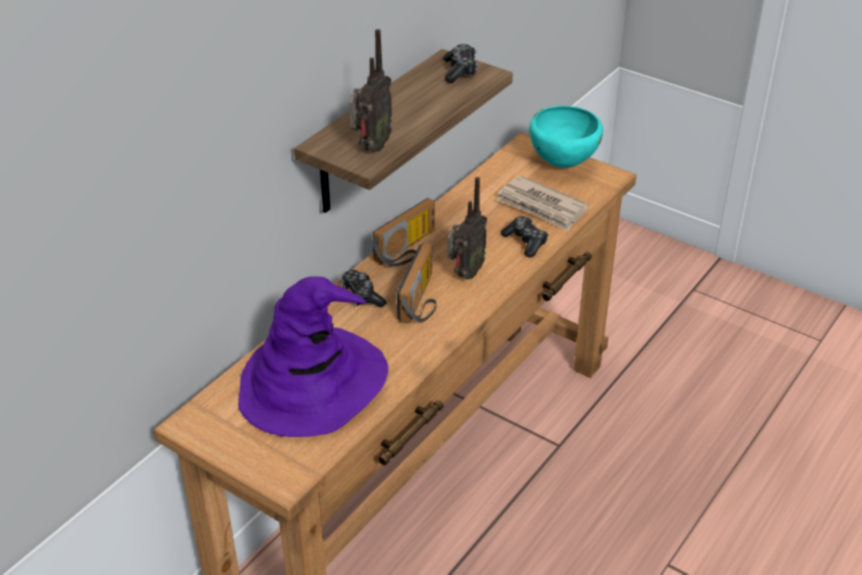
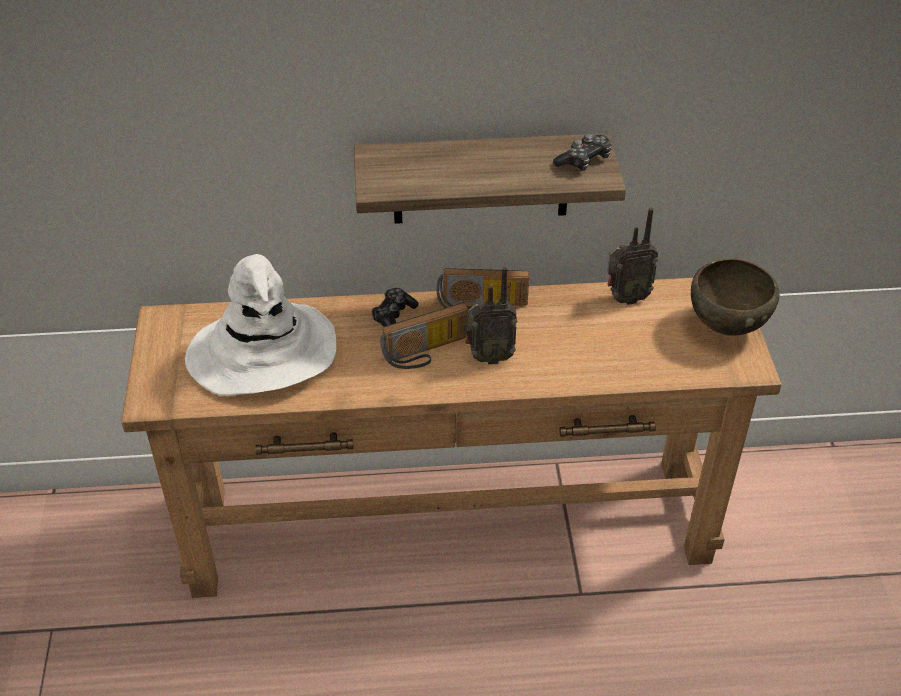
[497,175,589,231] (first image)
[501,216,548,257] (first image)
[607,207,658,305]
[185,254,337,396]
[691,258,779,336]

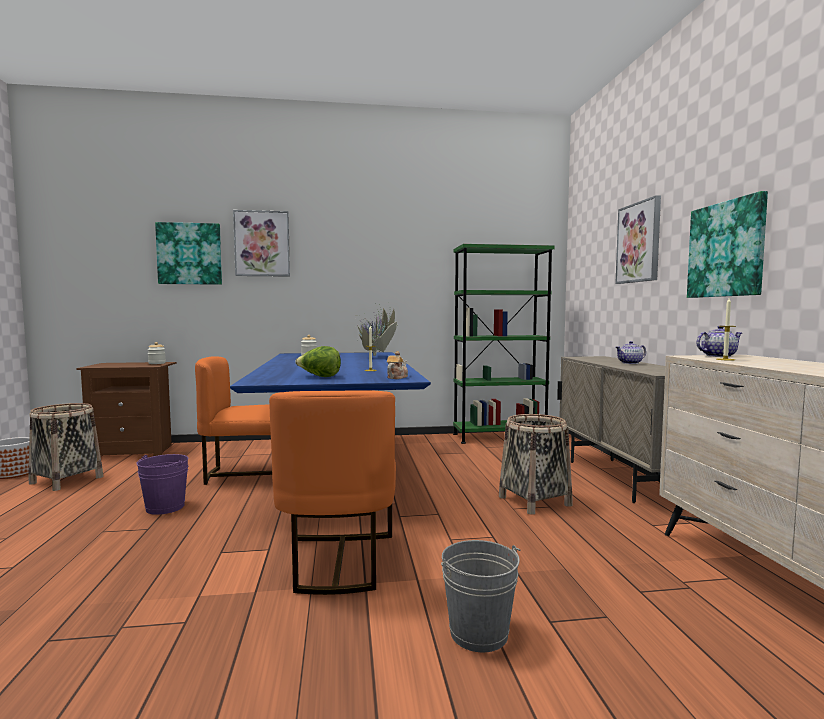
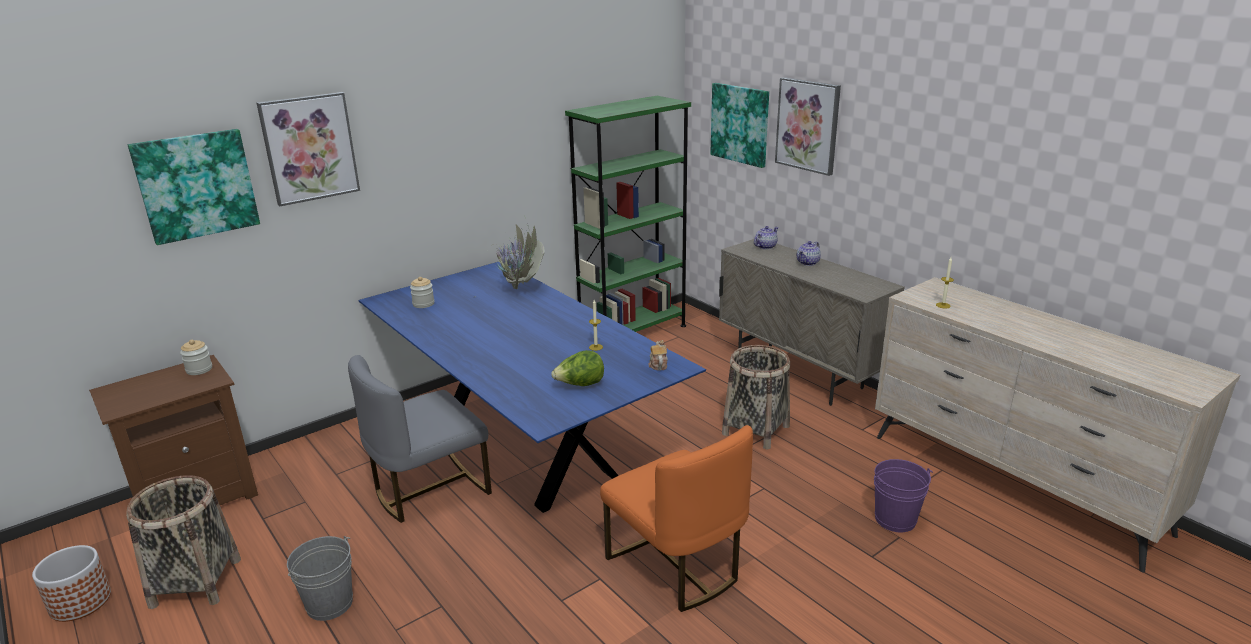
[874,459,933,533]
[287,536,353,621]
[710,83,769,168]
[754,226,779,249]
[348,355,492,523]

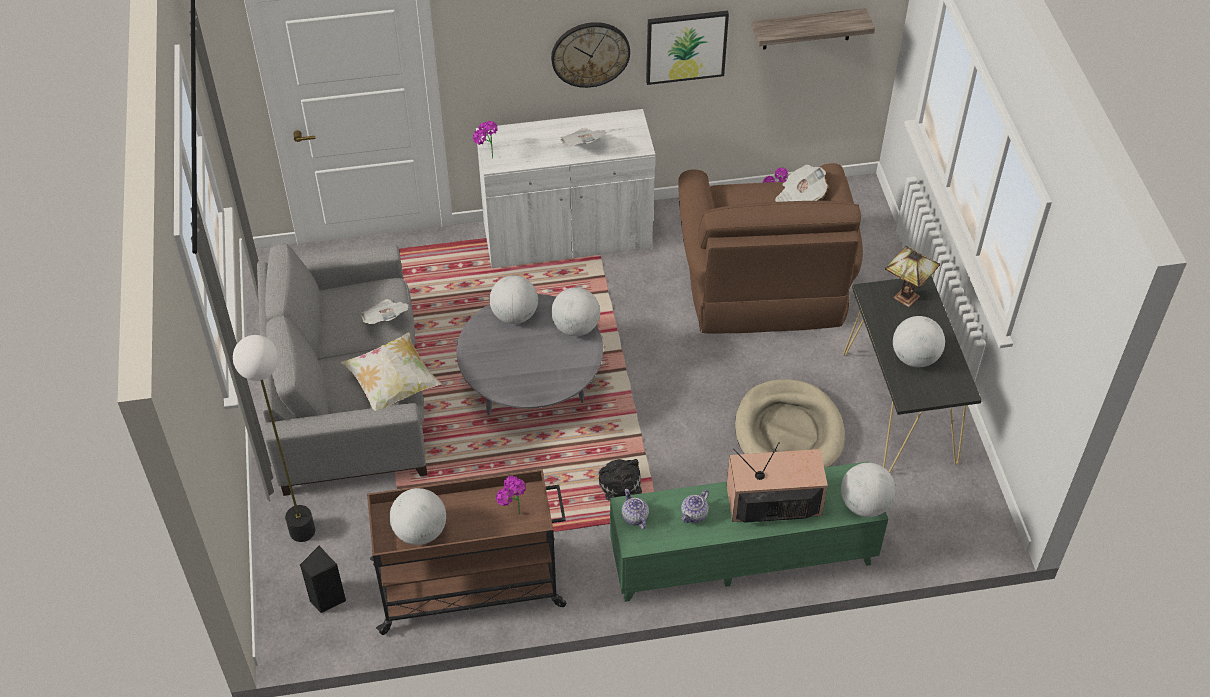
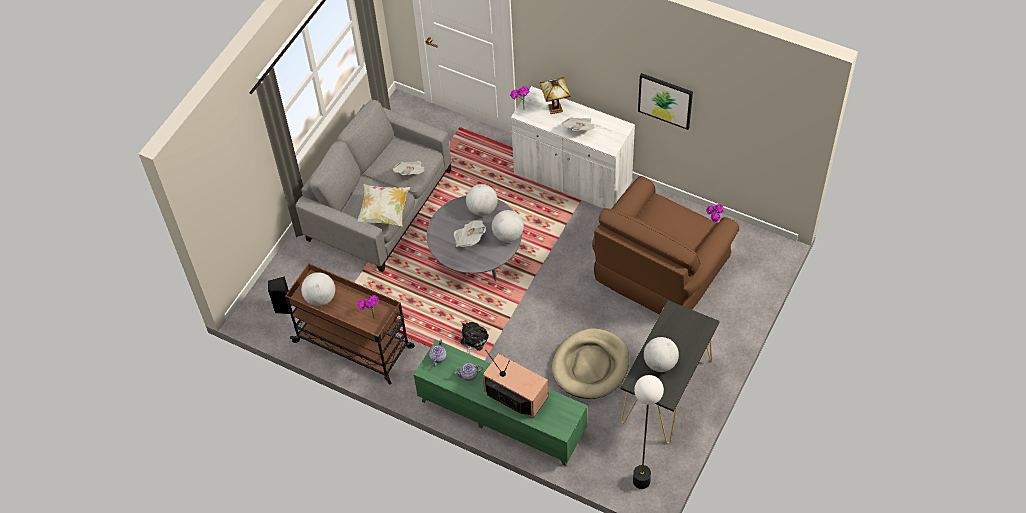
[551,22,630,88] (first image)
[752,8,875,50] (first image)
[841,463,896,517] (first image)
[633,375,664,489]
[454,220,486,247]
[540,77,571,114]

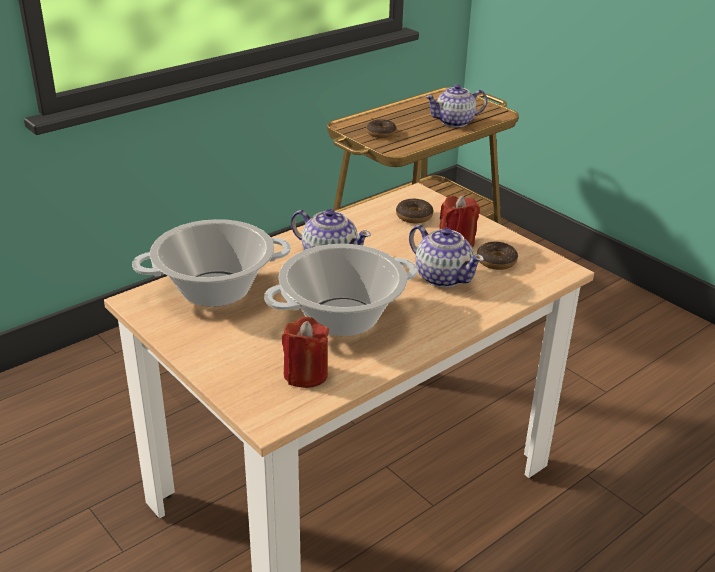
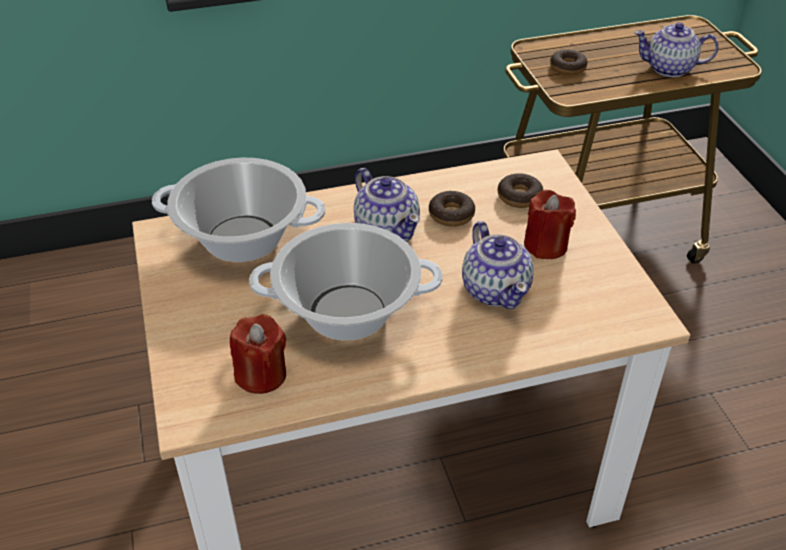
[429,191,475,227]

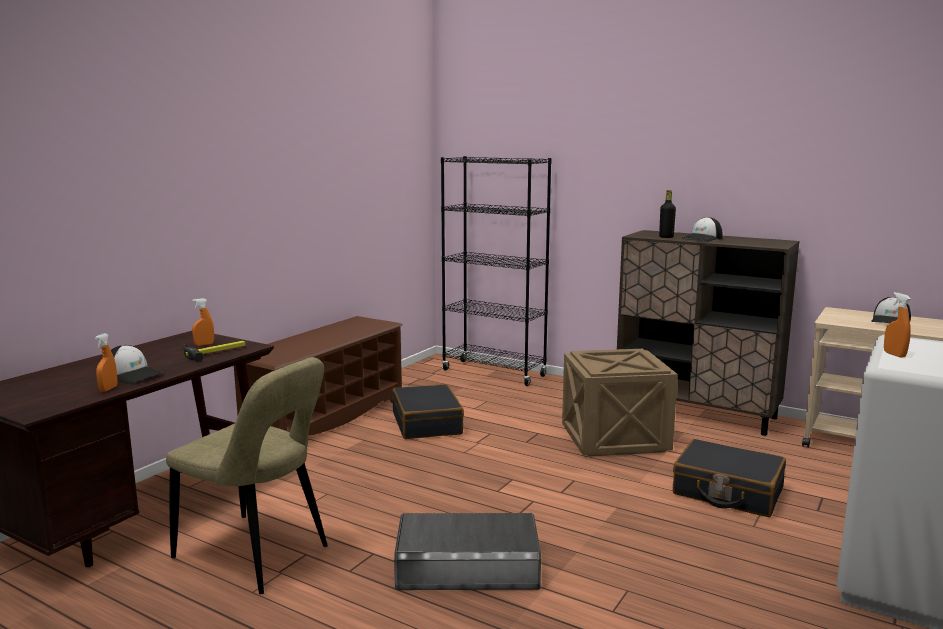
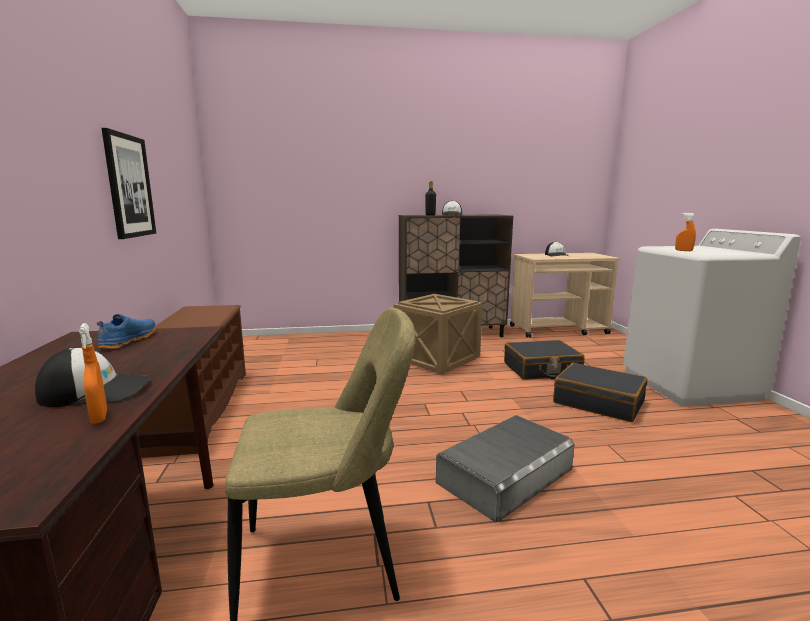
[183,341,246,362] (first image)
[441,156,552,386] (first image)
[101,128,156,239]
[553,363,648,422]
[97,314,156,349]

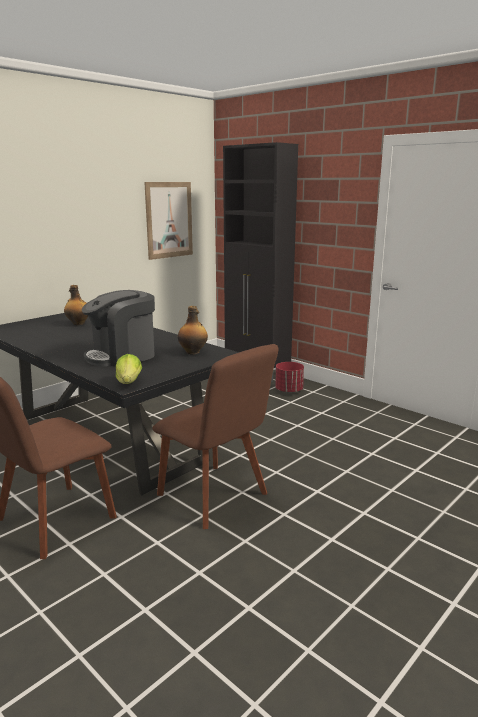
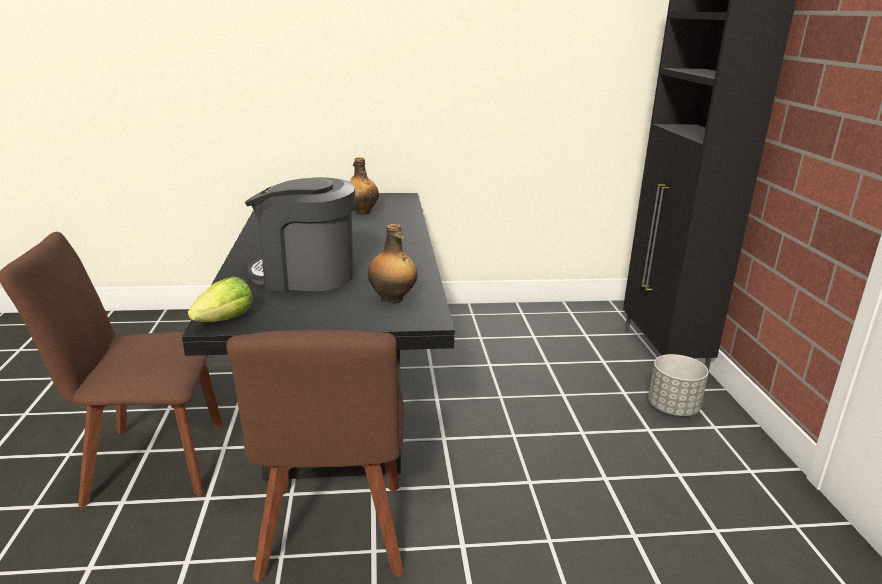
[144,182,193,260] (first image)
[648,354,709,416]

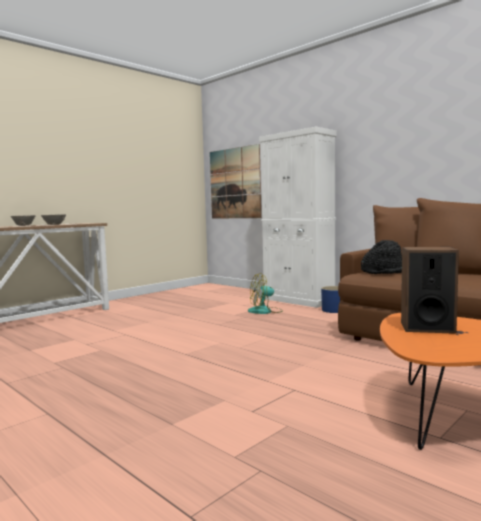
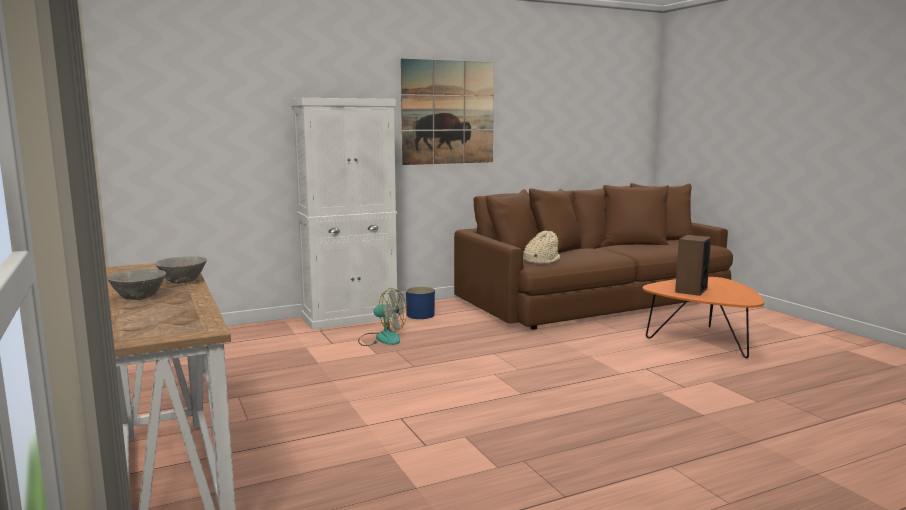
[401,59,494,165]
[523,231,560,264]
[358,288,407,346]

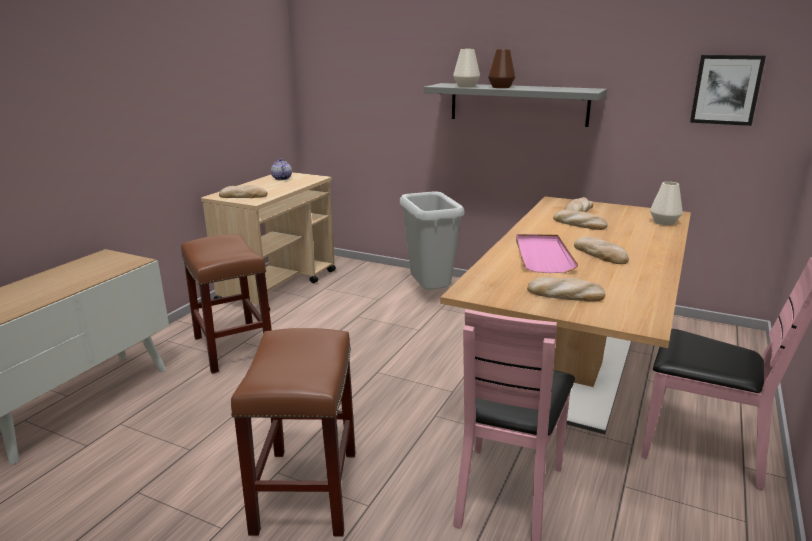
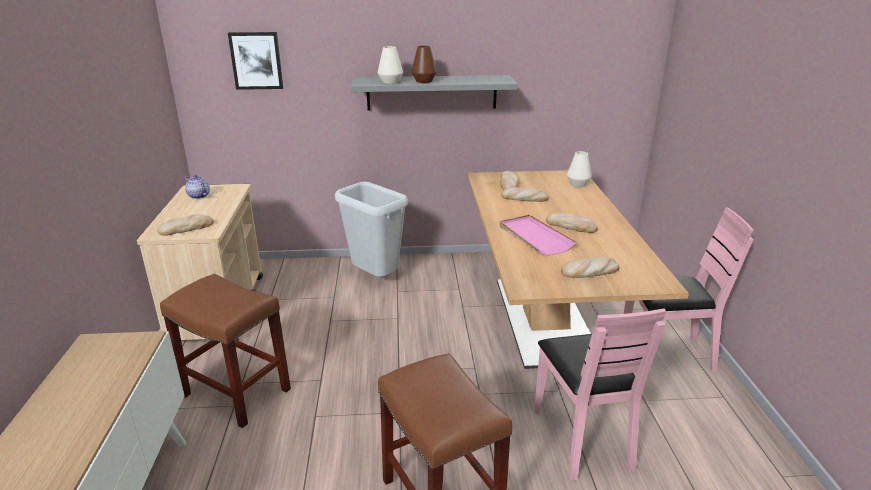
[228,32,283,90]

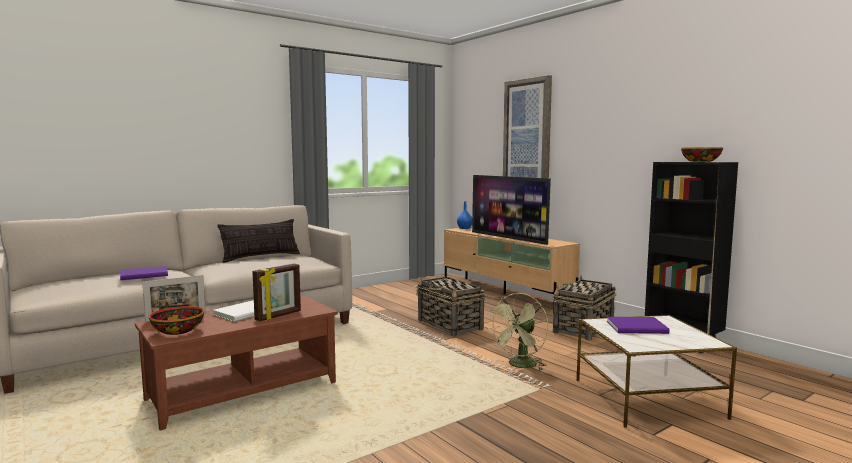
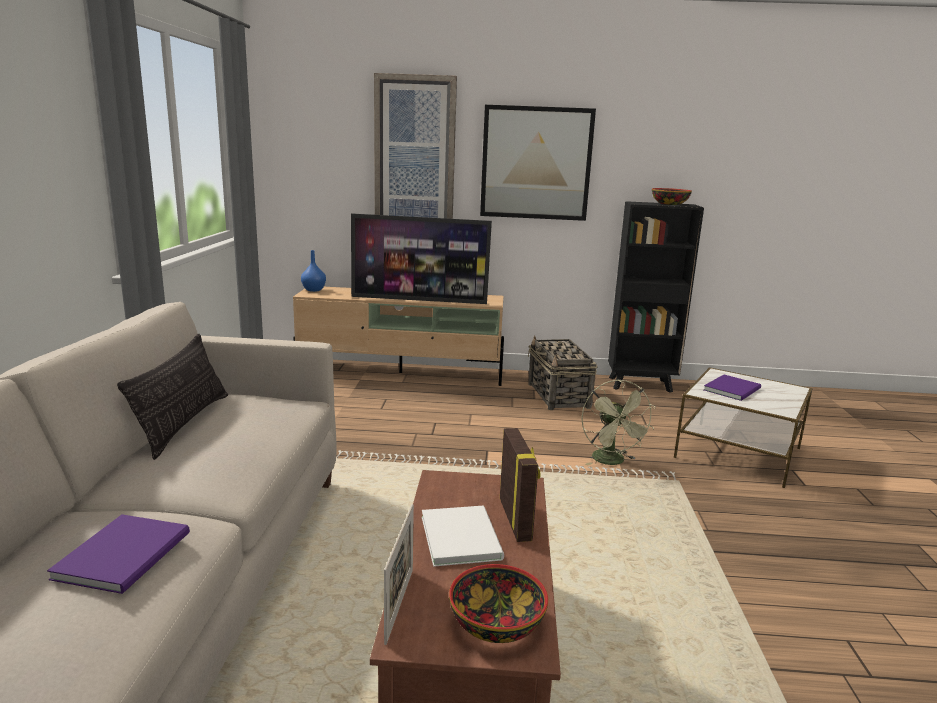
[416,277,485,336] (first image)
[480,105,596,221]

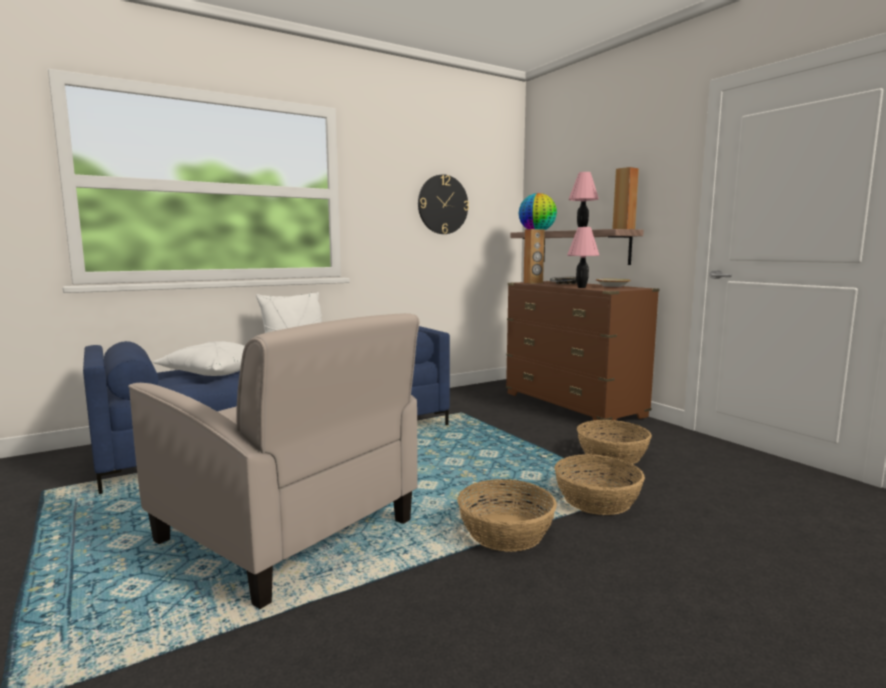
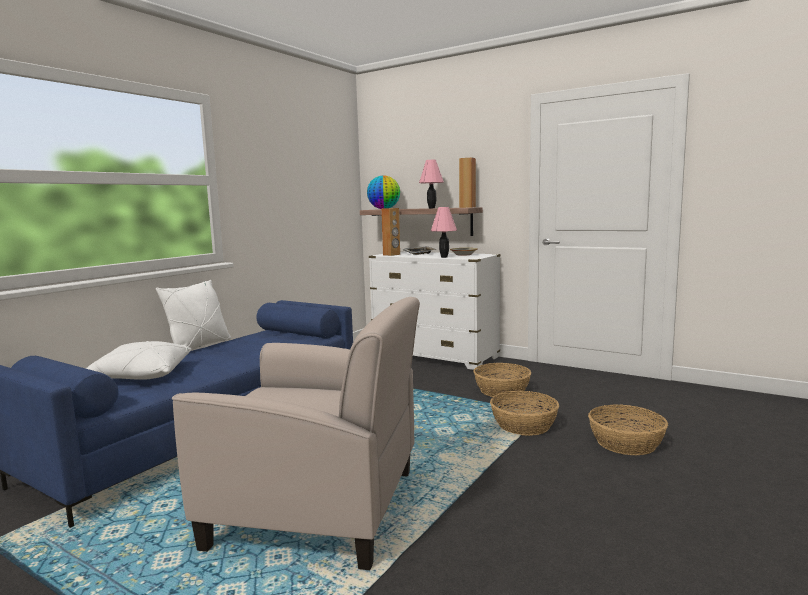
[418,174,469,234] (first image)
[588,404,668,456]
[369,251,501,370]

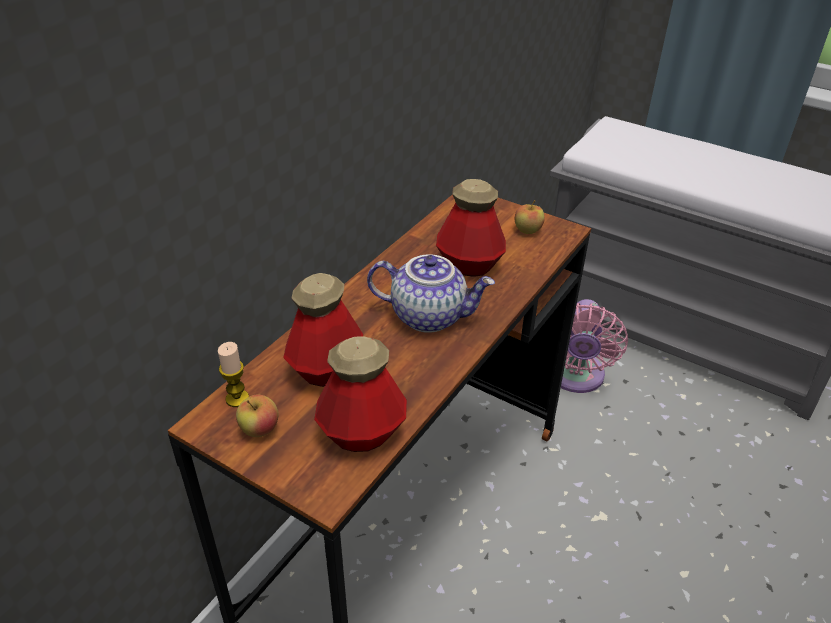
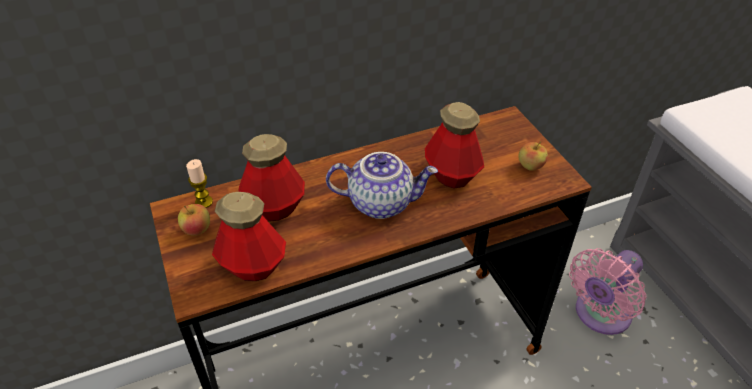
[326,152,438,219]

